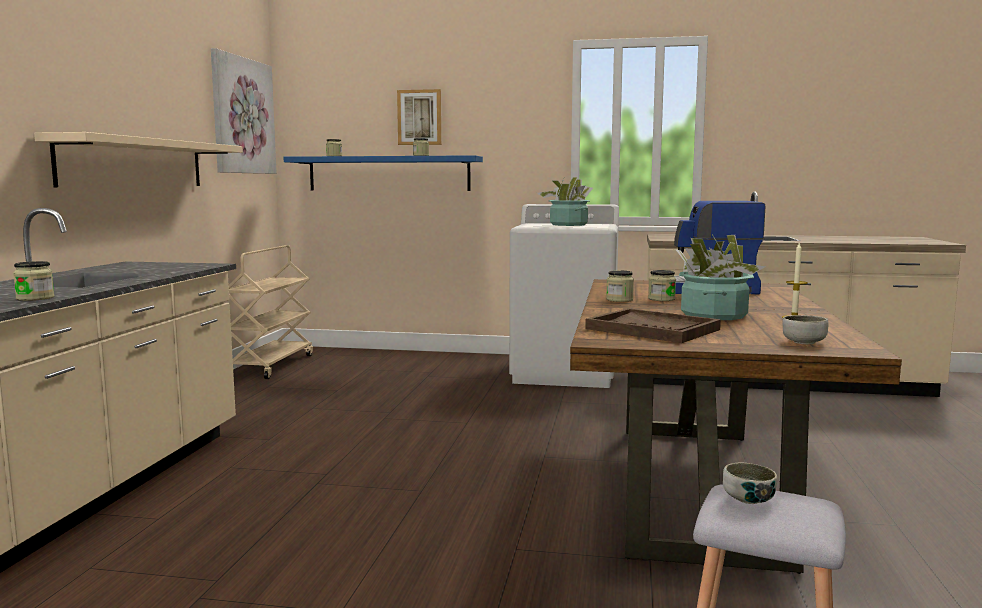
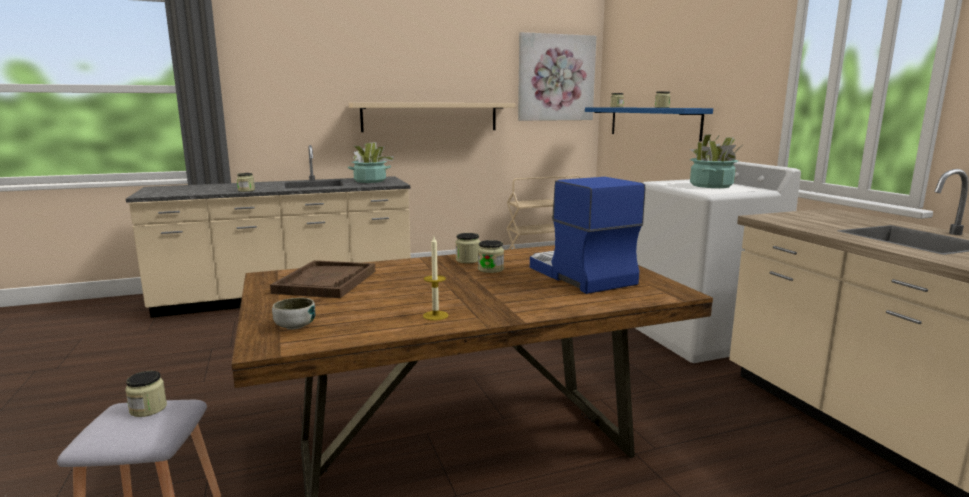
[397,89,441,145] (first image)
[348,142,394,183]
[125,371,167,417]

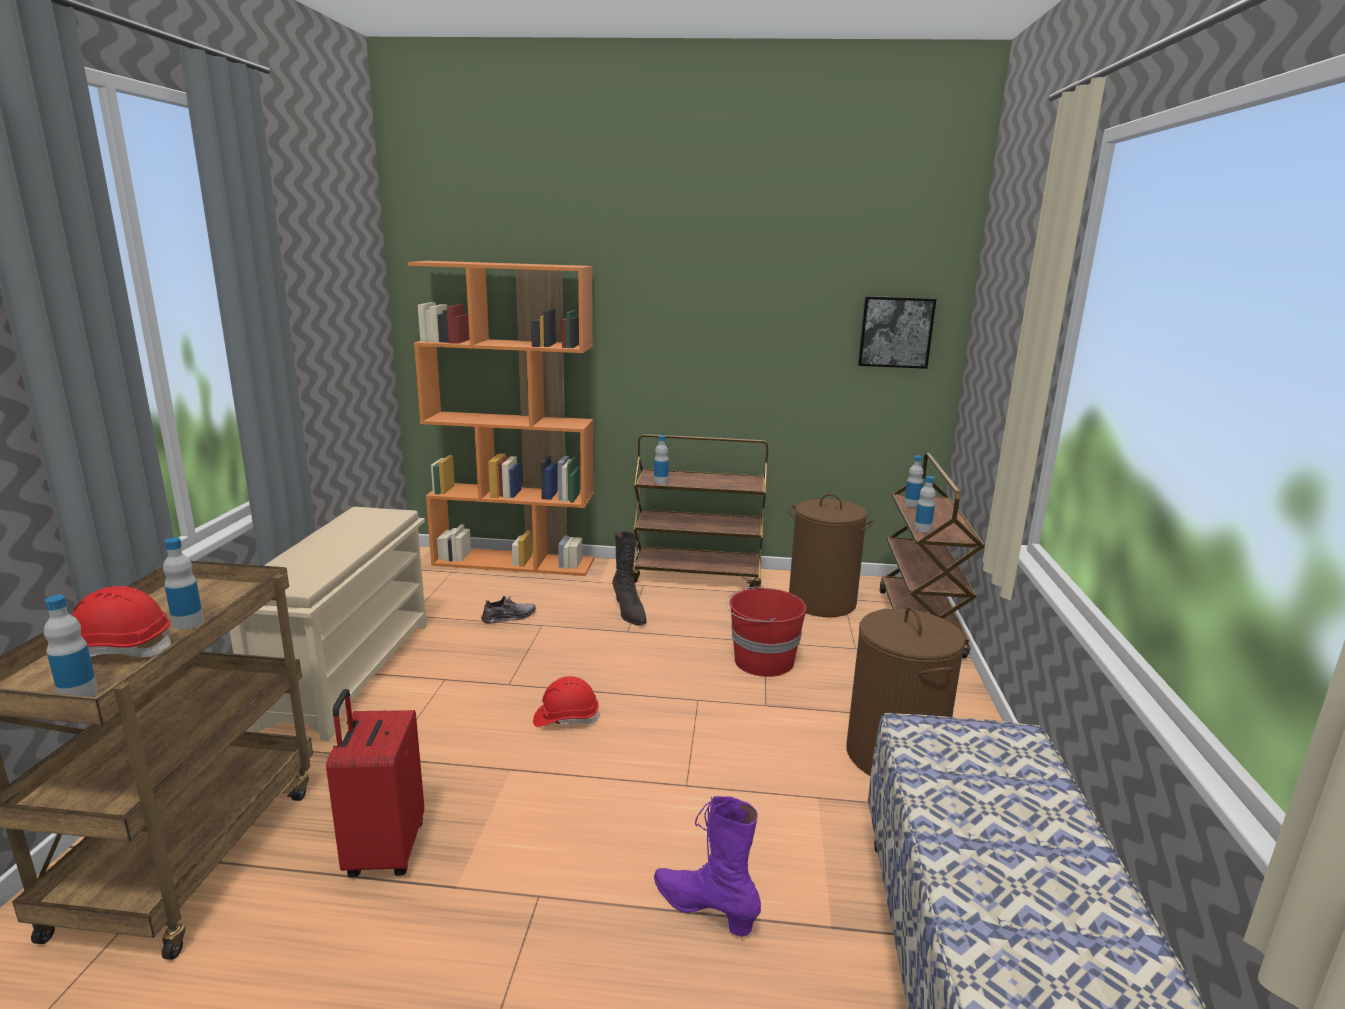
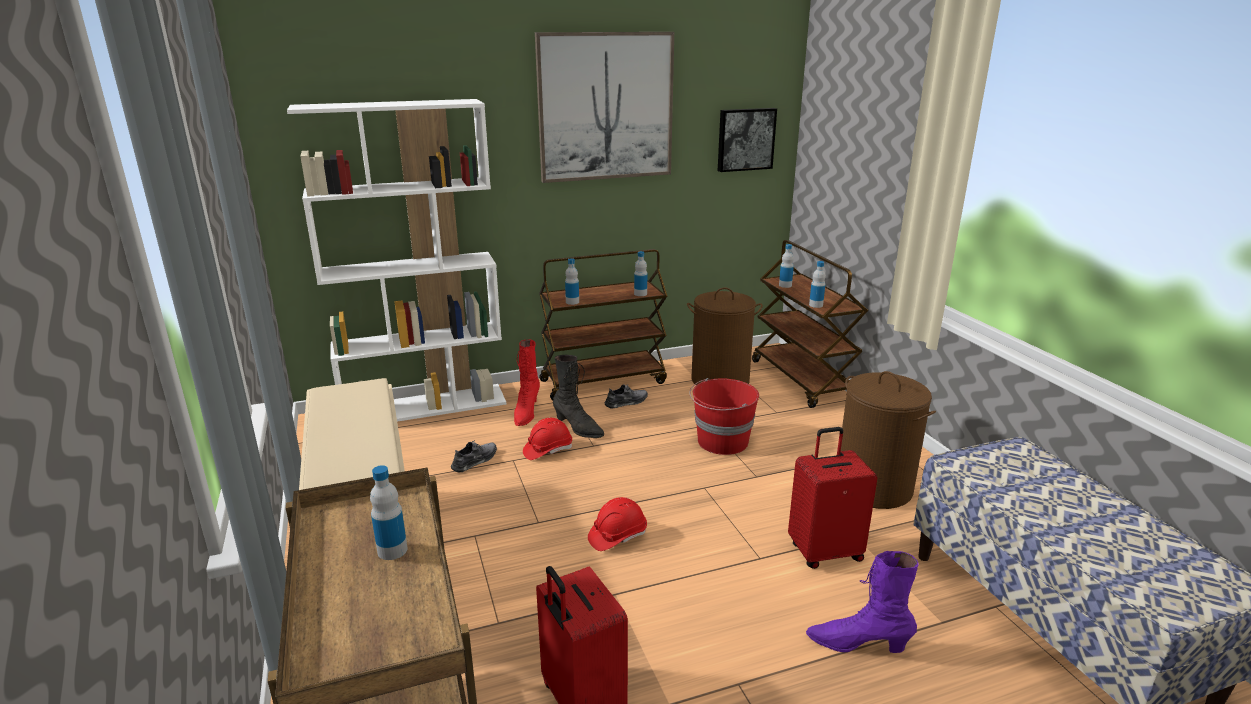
[514,339,540,426]
[535,32,674,183]
[605,385,648,409]
[788,427,878,569]
[634,251,647,296]
[523,418,572,460]
[287,99,506,422]

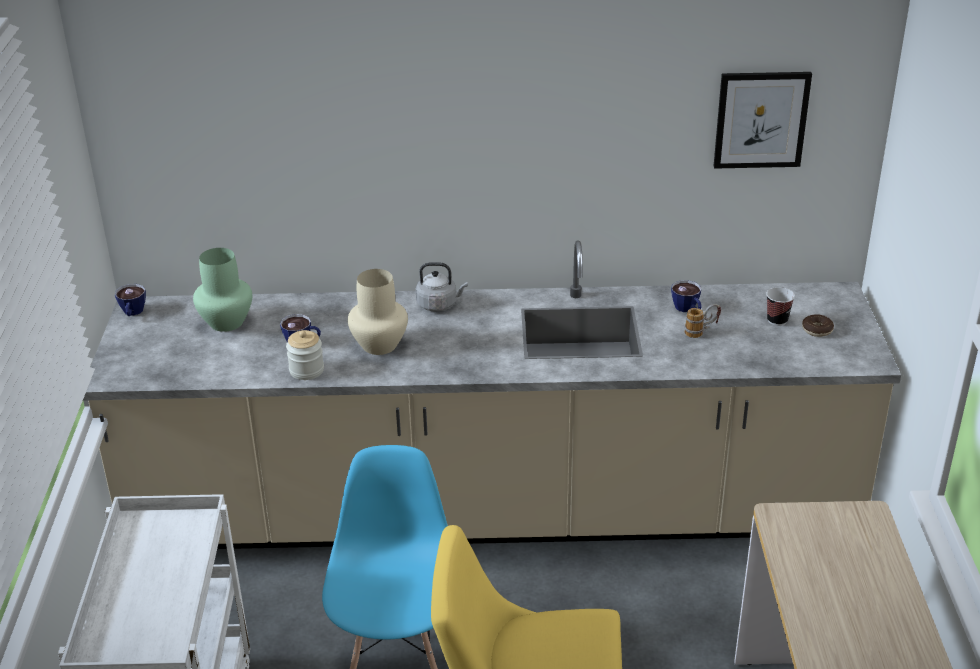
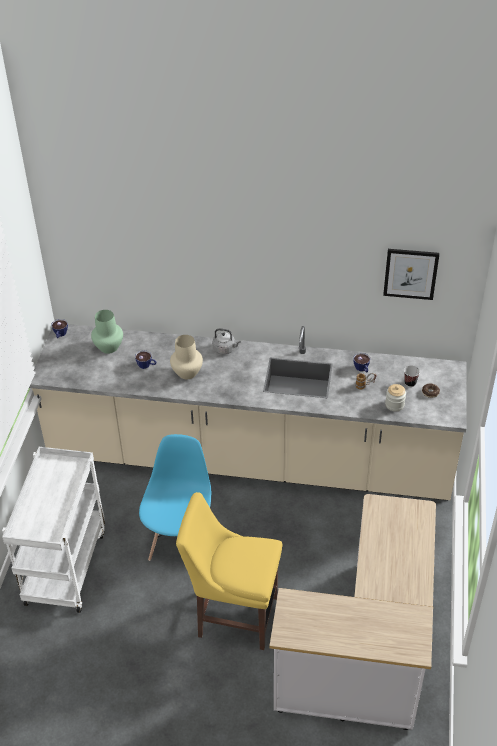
[385,384,406,411]

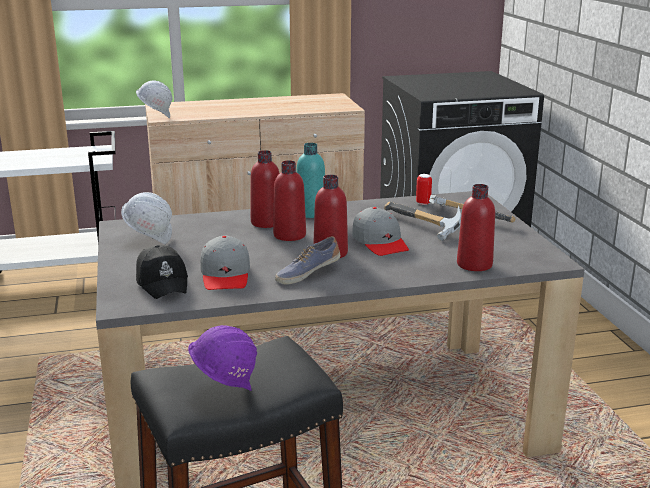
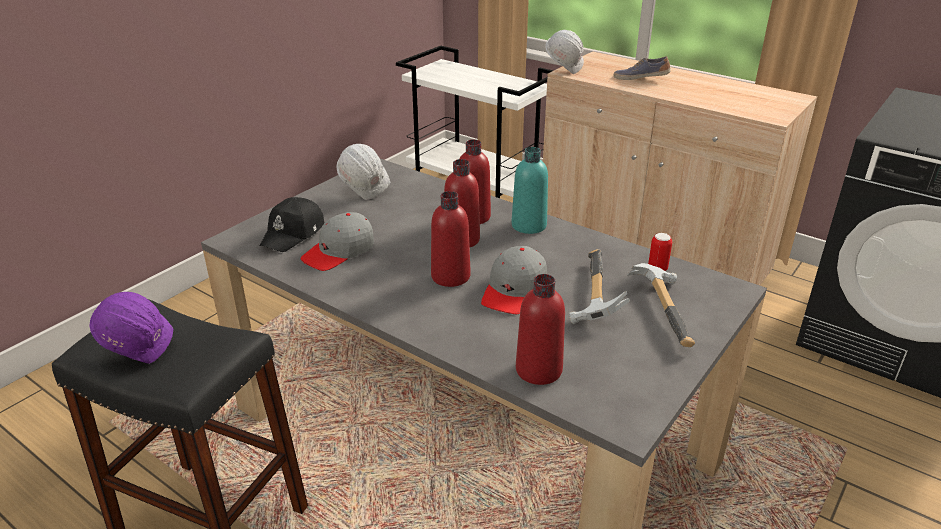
[614,56,671,80]

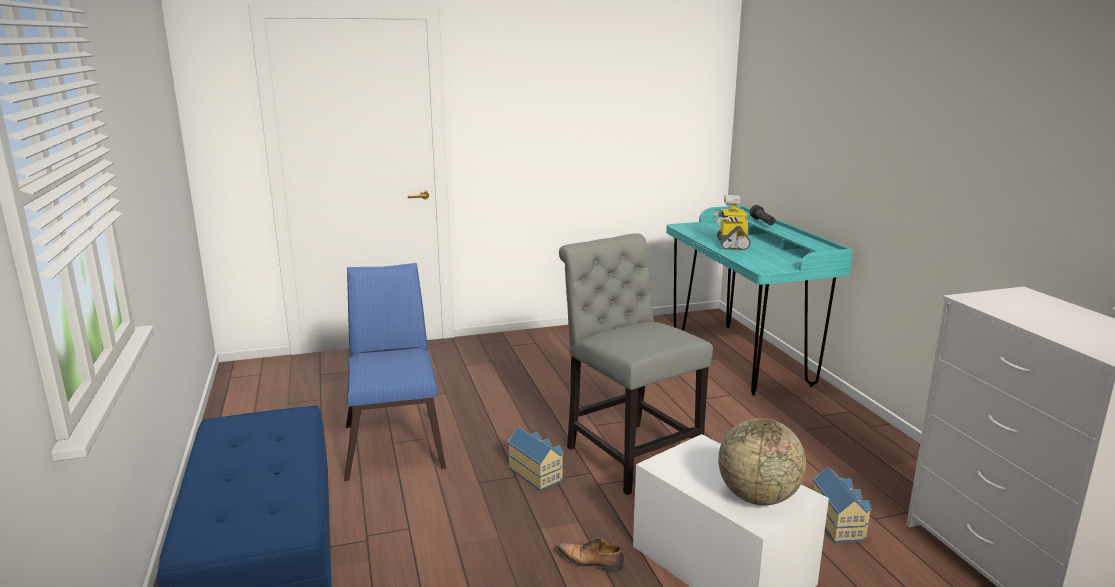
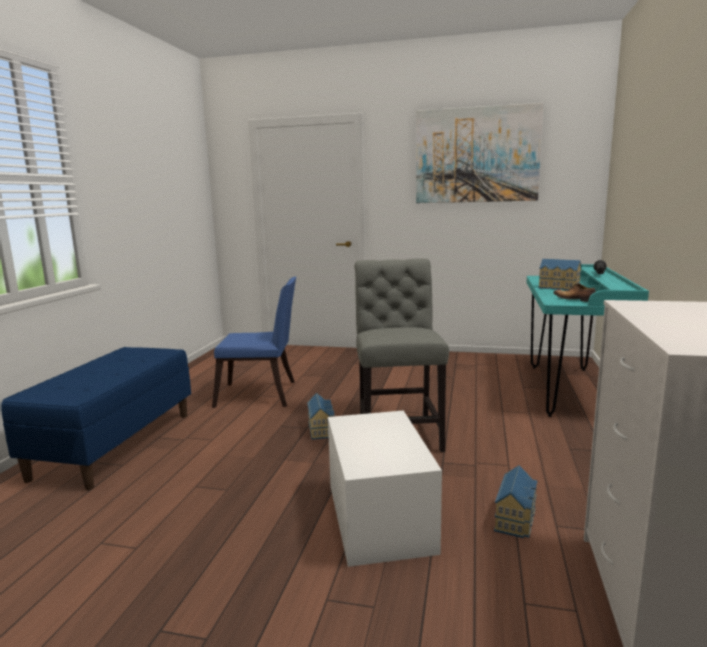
[718,418,806,505] (first image)
[416,103,544,203]
[553,283,596,302]
[538,259,582,290]
[212,277,296,408]

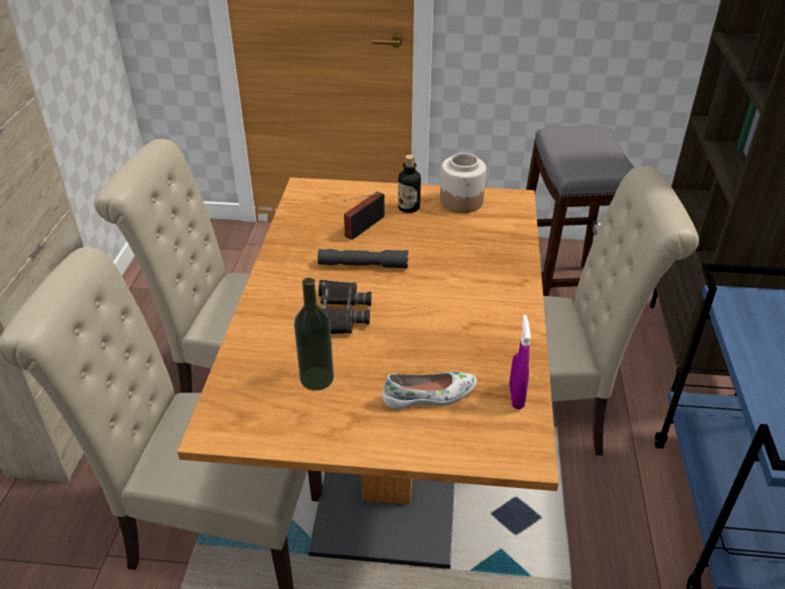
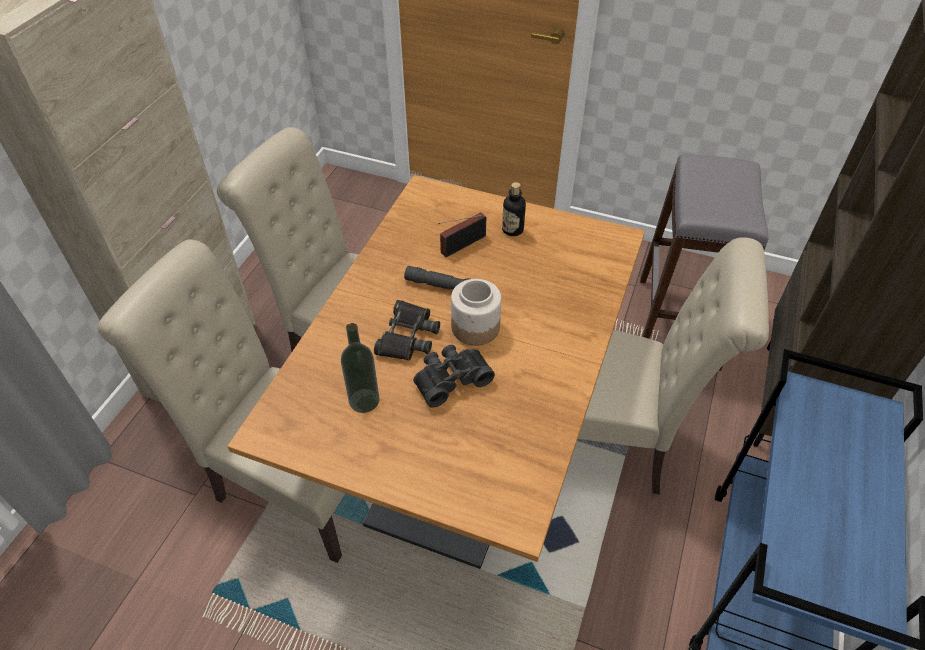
[382,372,477,409] (first image)
[509,315,531,409] (first image)
[413,345,495,407]
[451,279,502,346]

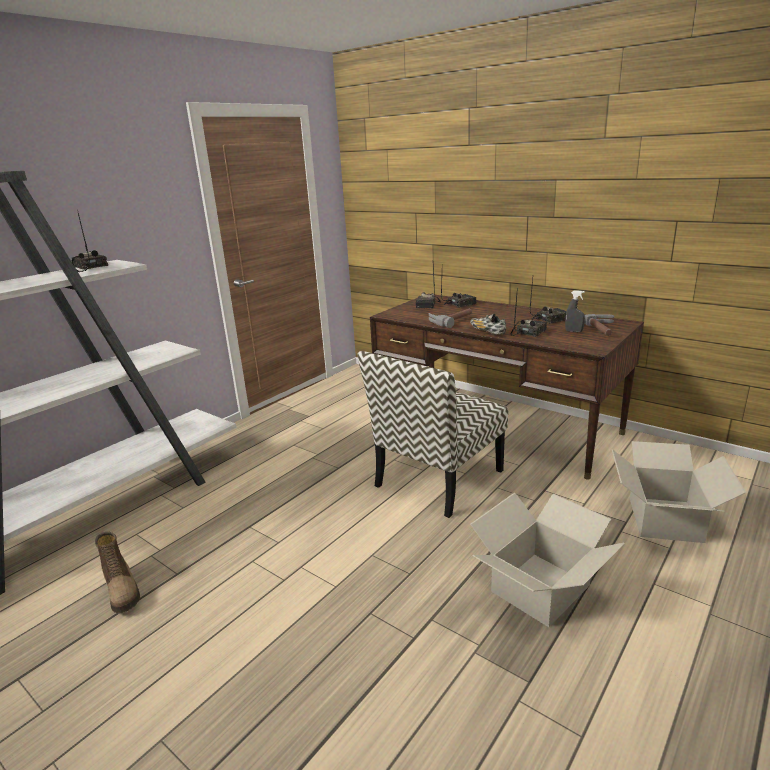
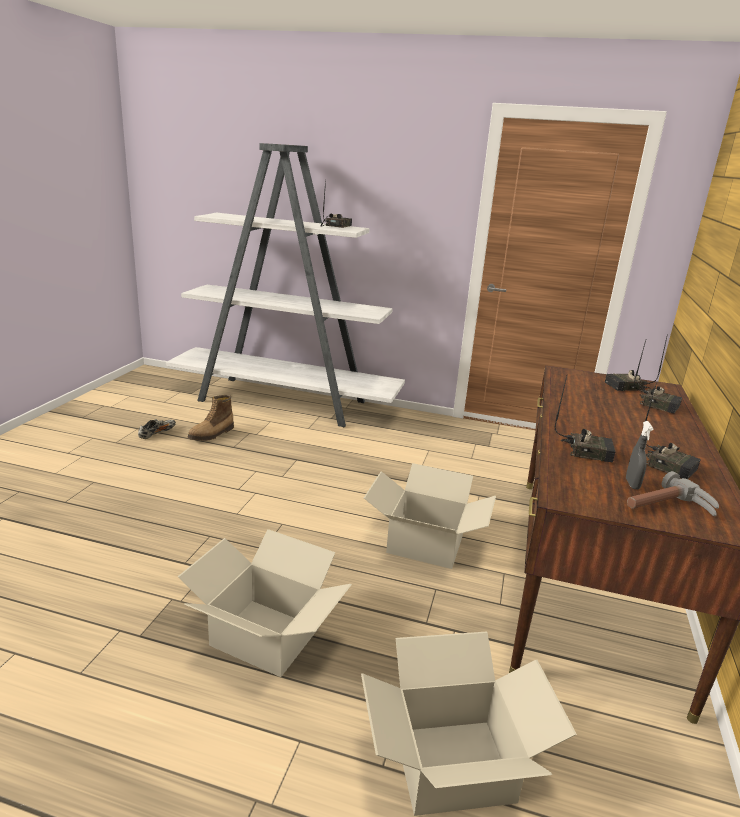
[429,309,472,328] (first image)
[138,419,176,439]
[364,463,496,569]

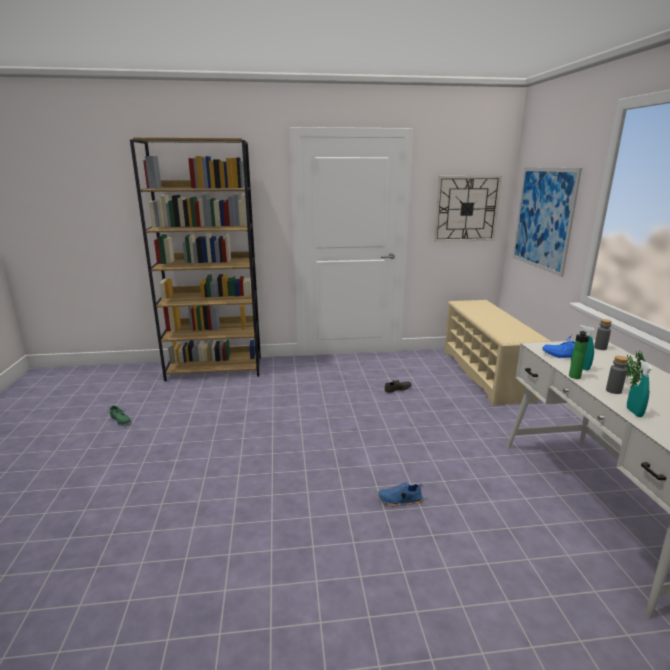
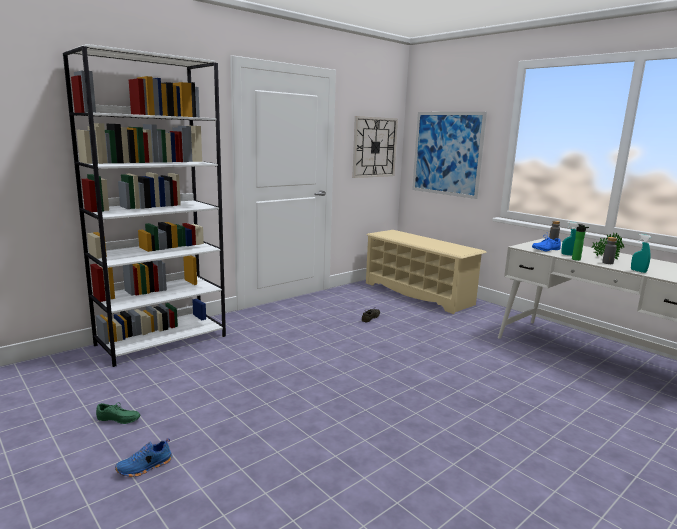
[115,438,173,477]
[63,44,226,367]

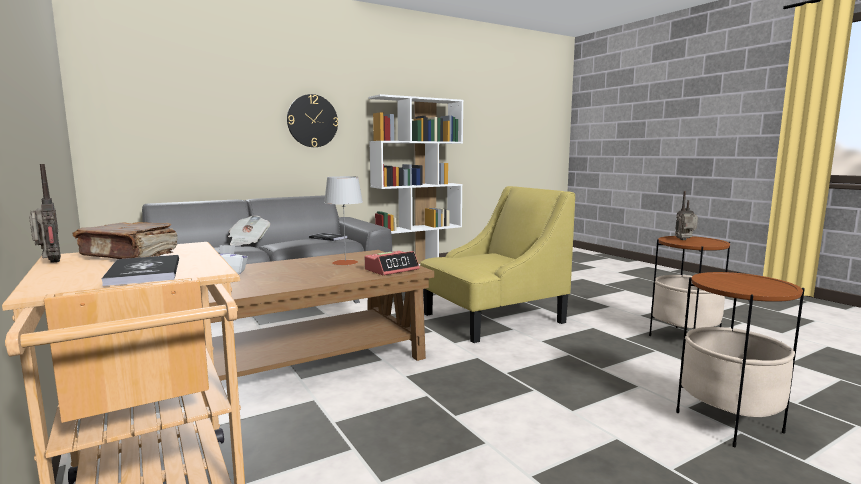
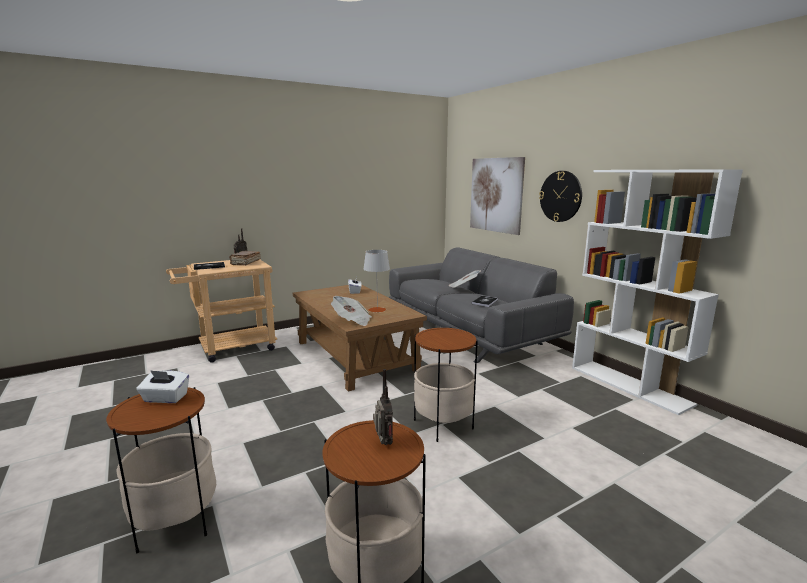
[137,370,189,403]
[470,157,525,235]
[331,296,372,326]
[414,327,478,442]

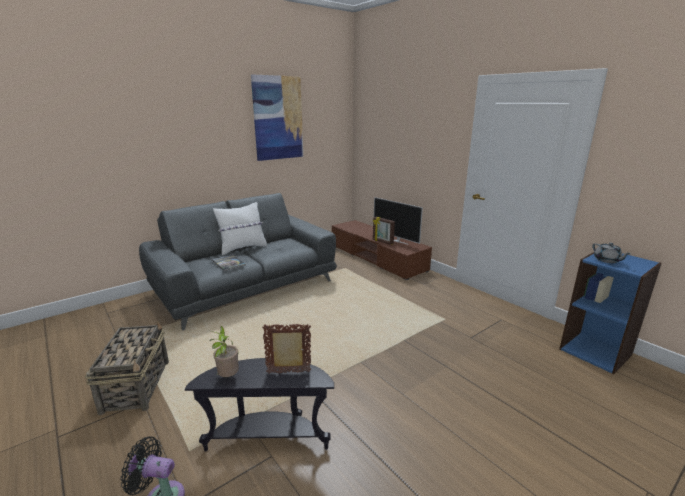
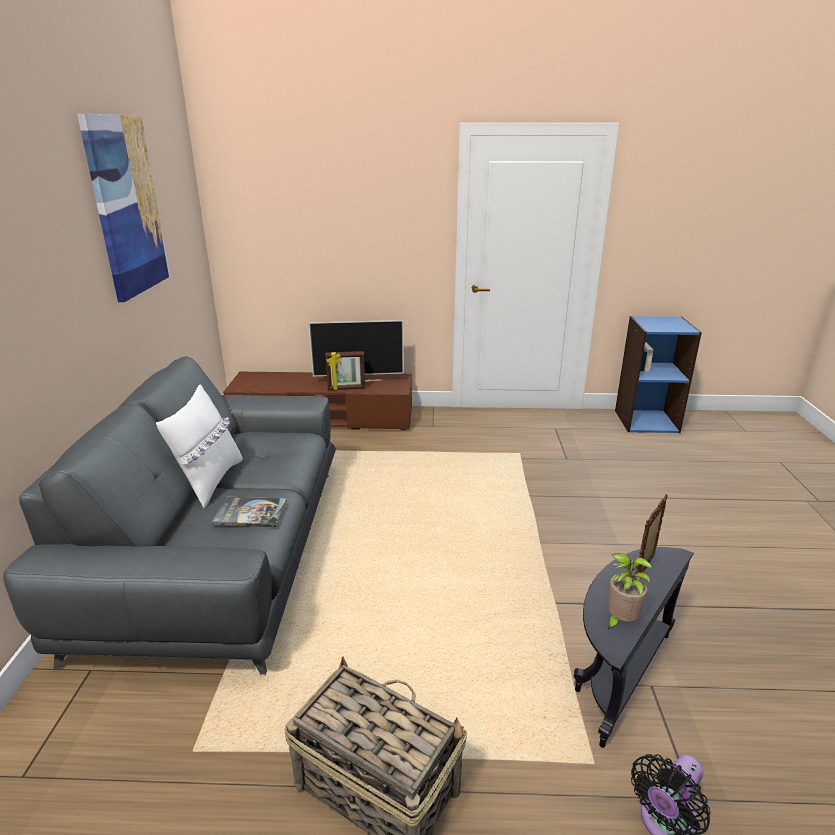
[592,243,631,263] (first image)

